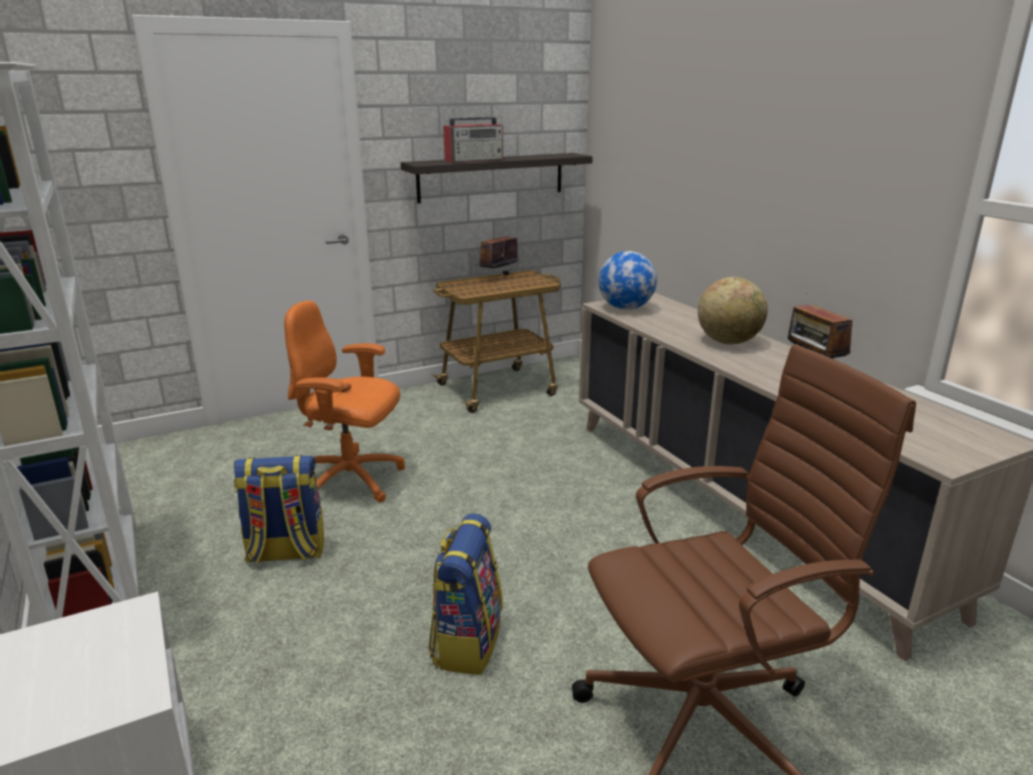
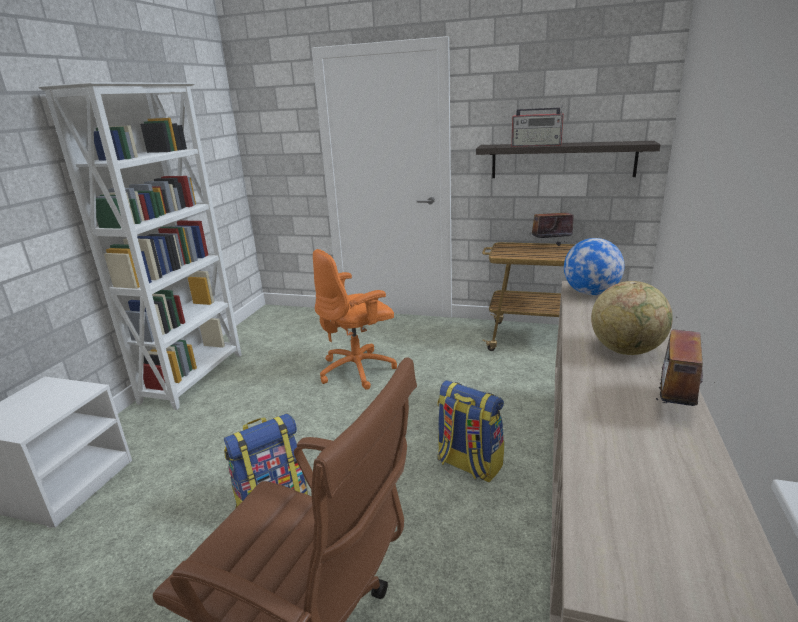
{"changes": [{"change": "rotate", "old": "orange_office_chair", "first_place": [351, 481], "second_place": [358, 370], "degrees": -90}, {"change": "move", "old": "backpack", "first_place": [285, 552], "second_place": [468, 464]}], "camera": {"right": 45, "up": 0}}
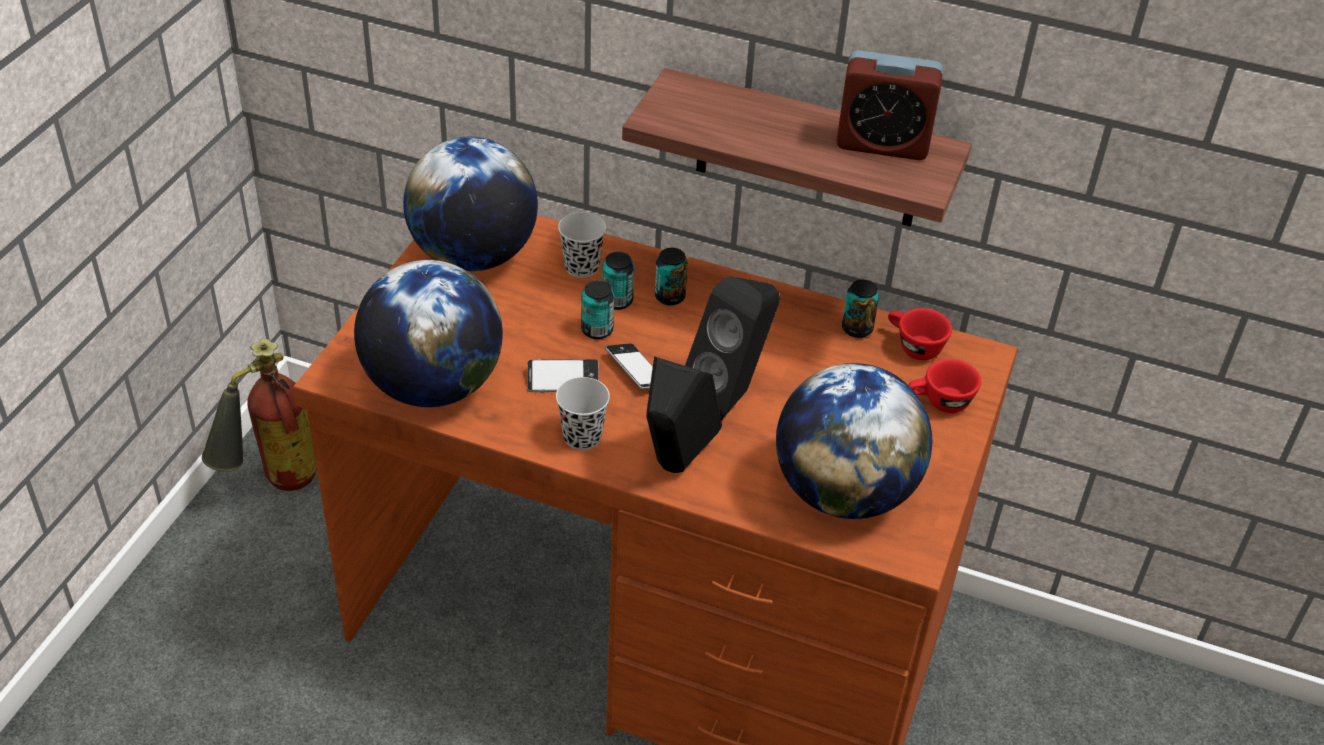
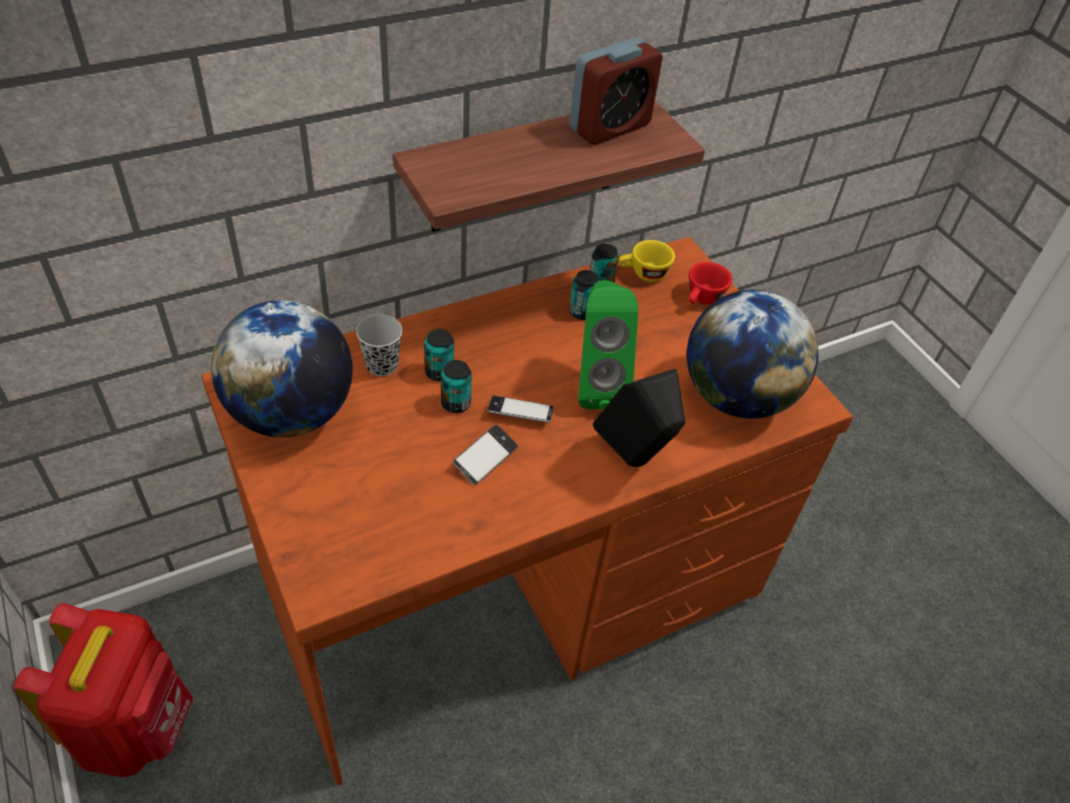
{"changes": [{"change": "move", "old": "can", "first_place": [670, 297], "second_place": [582, 312]}, {"change": "delete", "old": "globe", "first_place": [433, 386]}, {"change": "recolor", "old": "black_speaker", "new": "green_speaker", "first_place": [730, 397], "second_place": [596, 385]}, {"change": "recolor", "old": "red_cup", "new": "yellow_cup", "first_place": [913, 346], "second_place": [643, 274]}, {"change": "replace", "old": "fire_extinguisher", "new": "red_backpack", "first_place": [272, 485], "second_place": [135, 727]}, {"change": "delete", "old": "black_cup", "first_place": [582, 437]}], "camera": {"right": -50, "up": 5}}
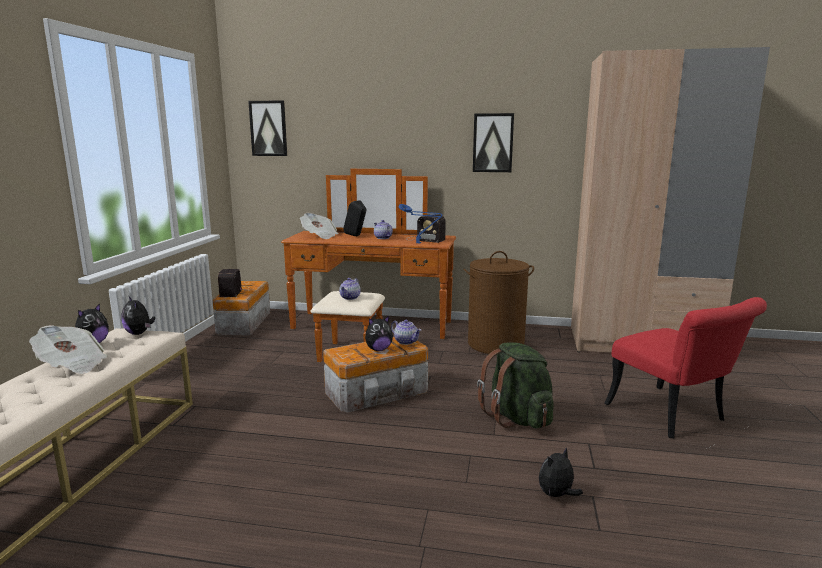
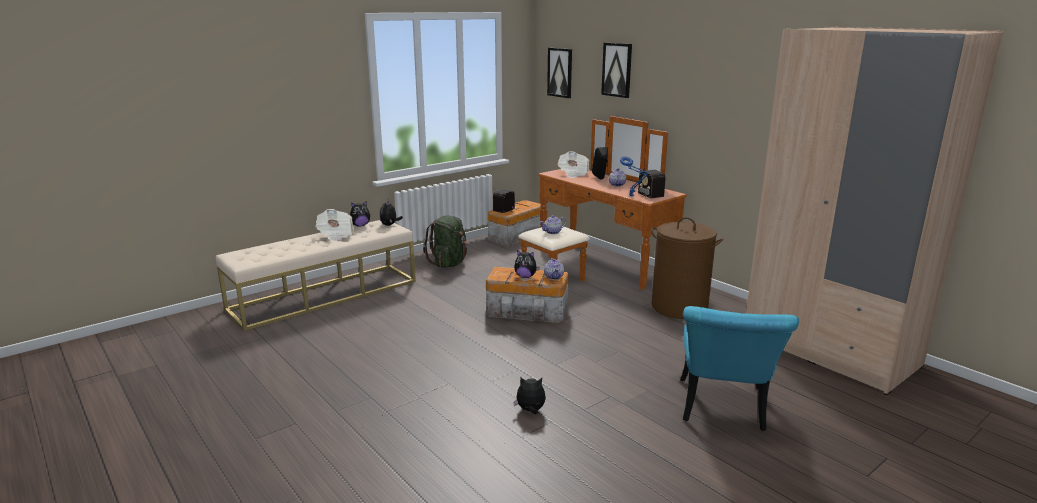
{"changes": [{"change": "move", "old": "picture", "first_place": [493, 143], "second_place": [617, 70]}, {"change": "recolor", "old": "red_chair", "new": "turquoise_chair", "first_place": [674, 417], "second_place": [722, 410]}, {"change": "move", "old": "green_backpack", "first_place": [517, 418], "second_place": [449, 263]}], "camera": {"right": 40, "up": 5}}
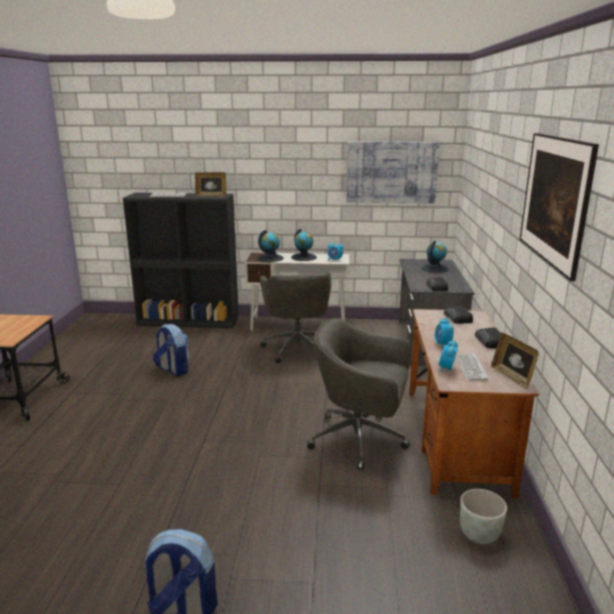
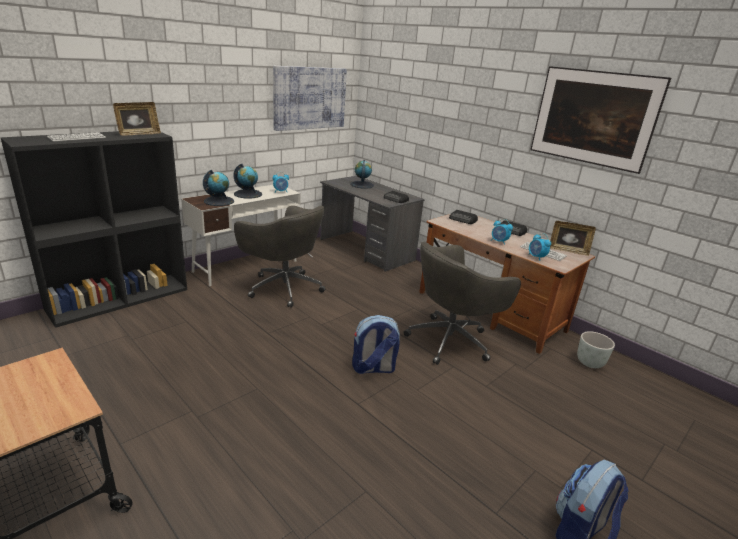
{"changes": [{"change": "move", "old": "backpack", "first_place": [173, 370], "second_place": [373, 368]}], "camera": {"right": -50, "up": 5}}
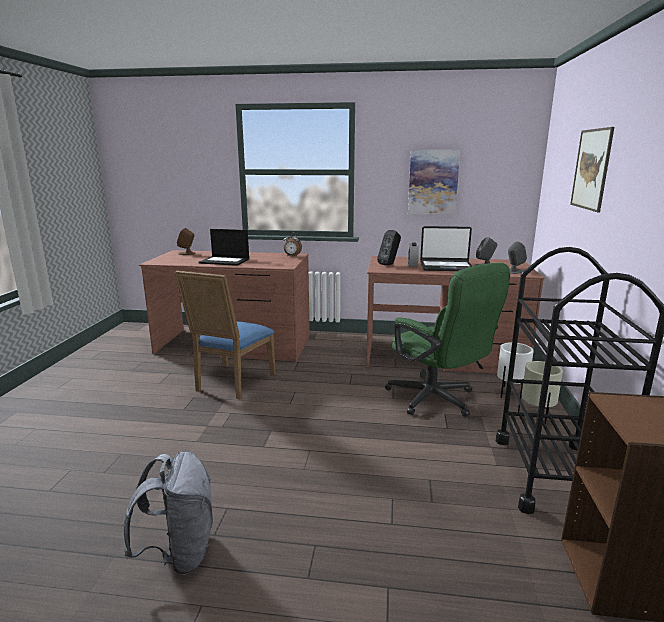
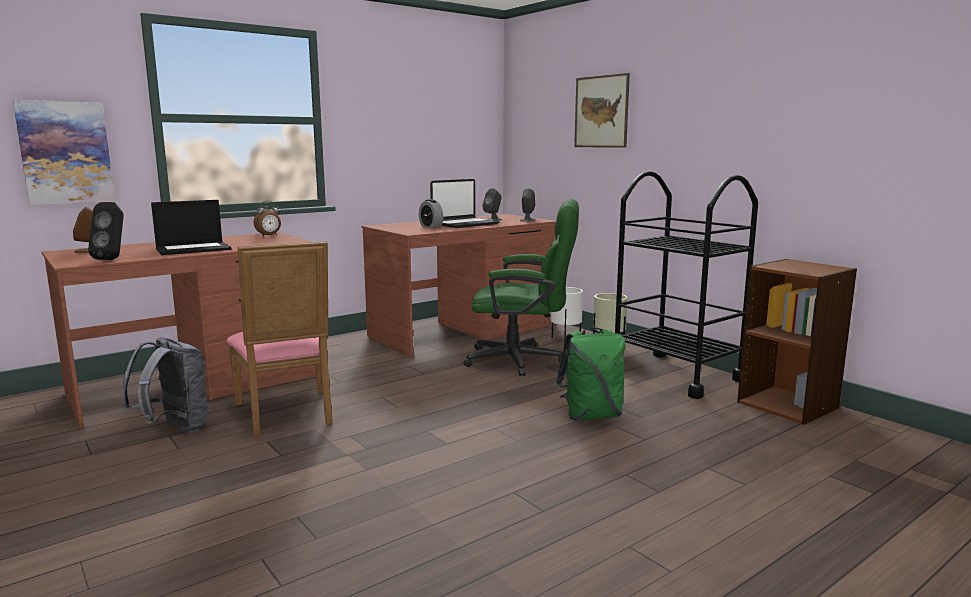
{"changes": [{"change": "move", "old": "picture", "first_place": [433, 182], "second_place": [65, 153]}, {"change": "move", "old": "black_speaker", "first_place": [389, 264], "second_place": [112, 259]}, {"change": "recolor", "old": "blue_chair", "new": "pink_chair", "first_place": [231, 383], "second_place": [287, 414]}, {"change": "move", "old": "grey_backpack", "first_place": [179, 553], "second_place": [175, 428]}, {"change": "insert", "new": "green_backpack", "second_place": [591, 415]}], "camera": {"right": -45, "up": -5}}
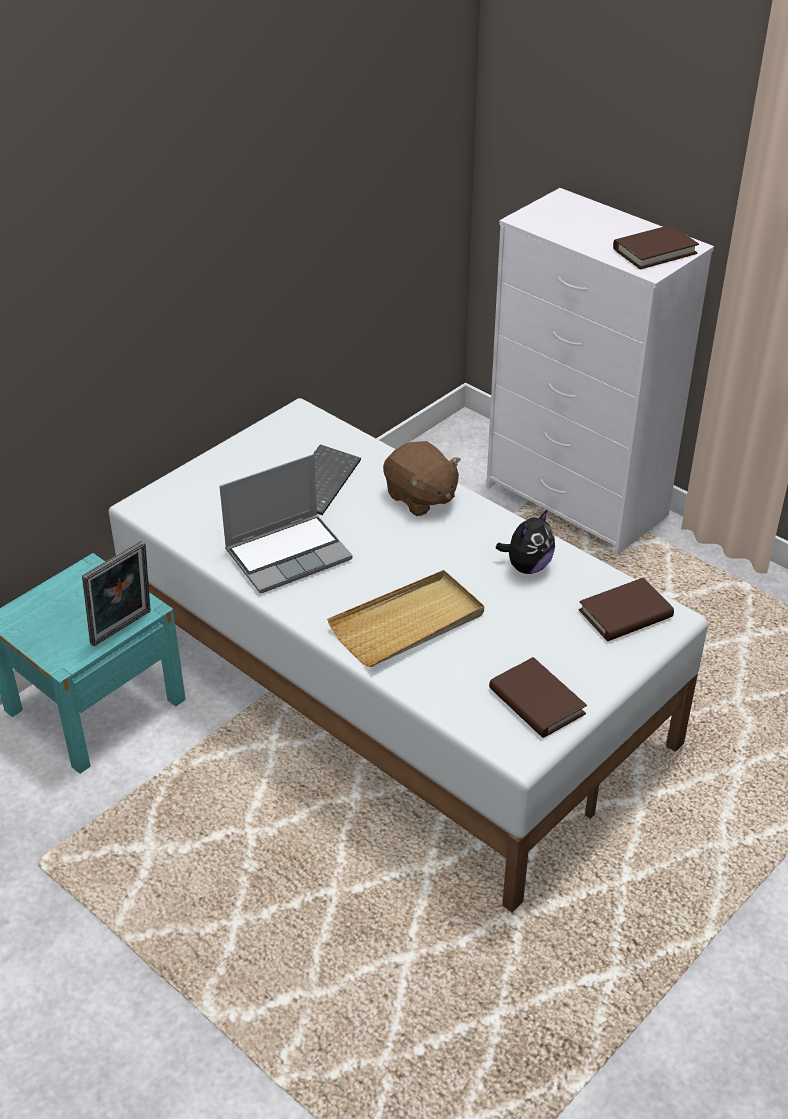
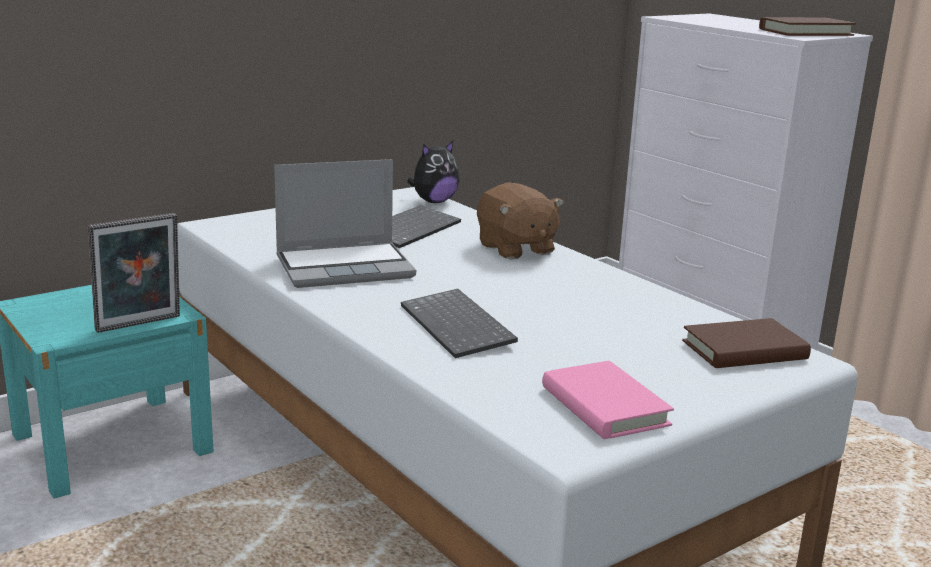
{"changes": [{"change": "move", "old": "plush_toy", "first_place": [527, 566], "second_place": [434, 201]}, {"change": "replace", "old": "beige_tray", "new": "keyboard", "first_place": [408, 623], "second_place": [459, 326]}, {"change": "recolor", "old": "brown_book", "new": "pink_book", "first_place": [536, 701], "second_place": [604, 406]}], "camera": {"right": 10, "up": -20}}
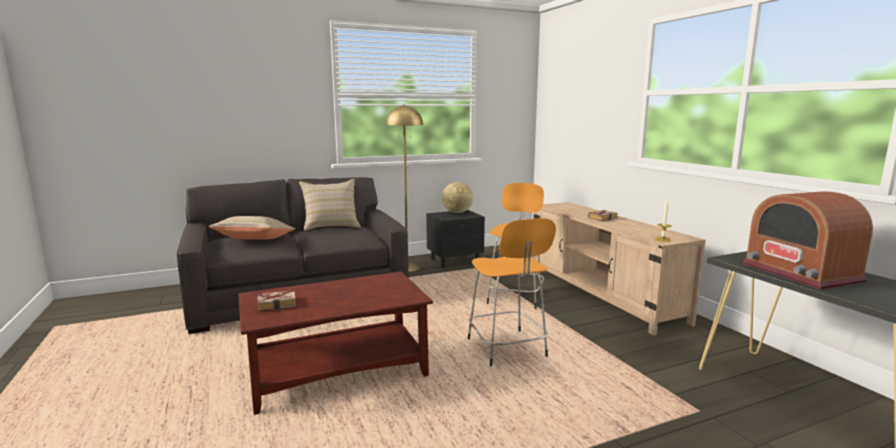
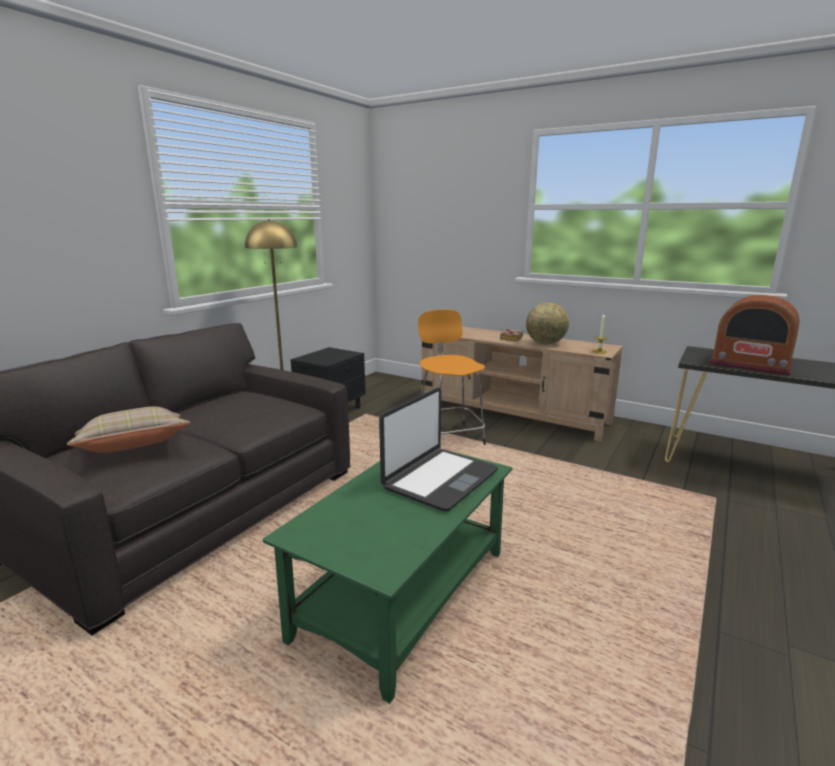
{"changes": [{"change": "delete", "old": "beige_pillow", "first_place": [331, 226]}, {"change": "move", "old": "globe", "first_place": [457, 212], "second_place": [545, 343]}, {"change": "delete", "old": "orange_stool", "first_place": [507, 349]}, {"change": "recolor", "old": "brown_coffee_table", "new": "green_coffee_table", "first_place": [339, 372], "second_place": [404, 592]}, {"change": "delete", "old": "book", "first_place": [278, 304]}, {"change": "insert", "new": "laptop", "second_place": [439, 479]}], "camera": {"right": -35, "up": 5}}
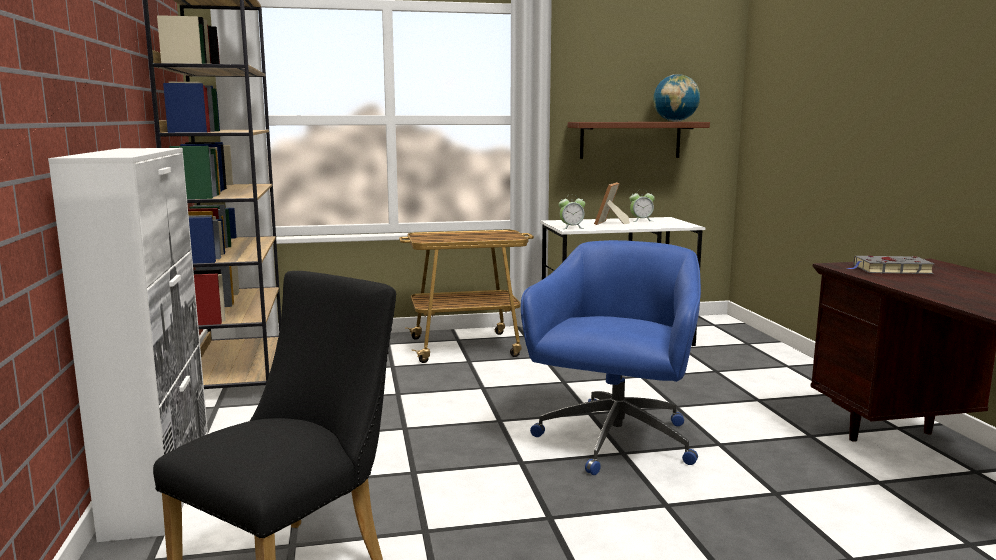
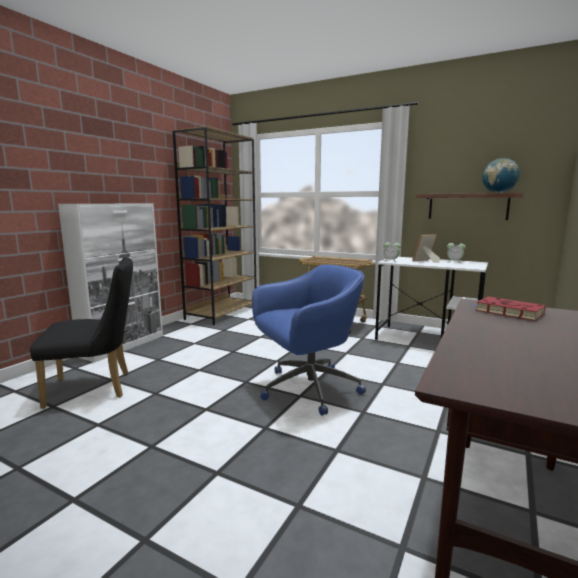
{"changes": [{"change": "recolor", "old": "grey_book", "new": "red_book", "first_place": [890, 270], "second_place": [507, 312]}], "camera": {"right": 40, "up": 0}}
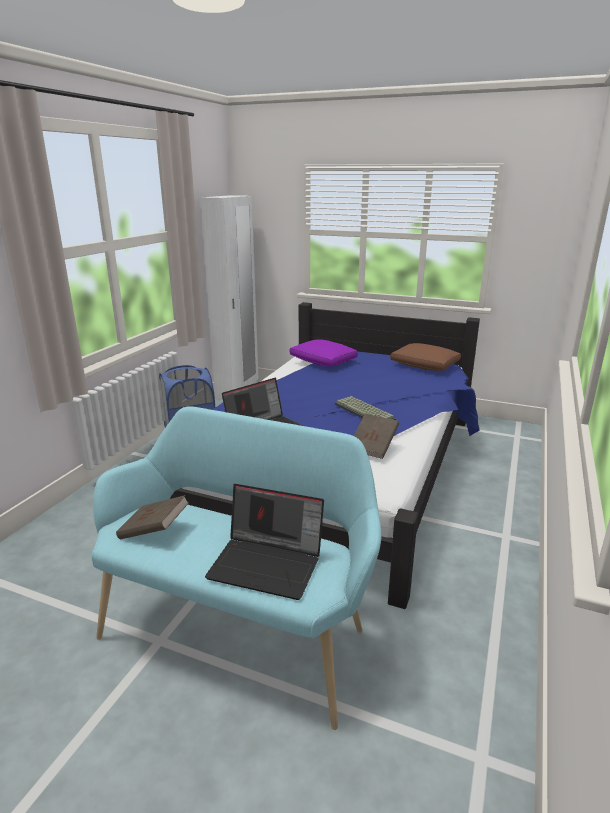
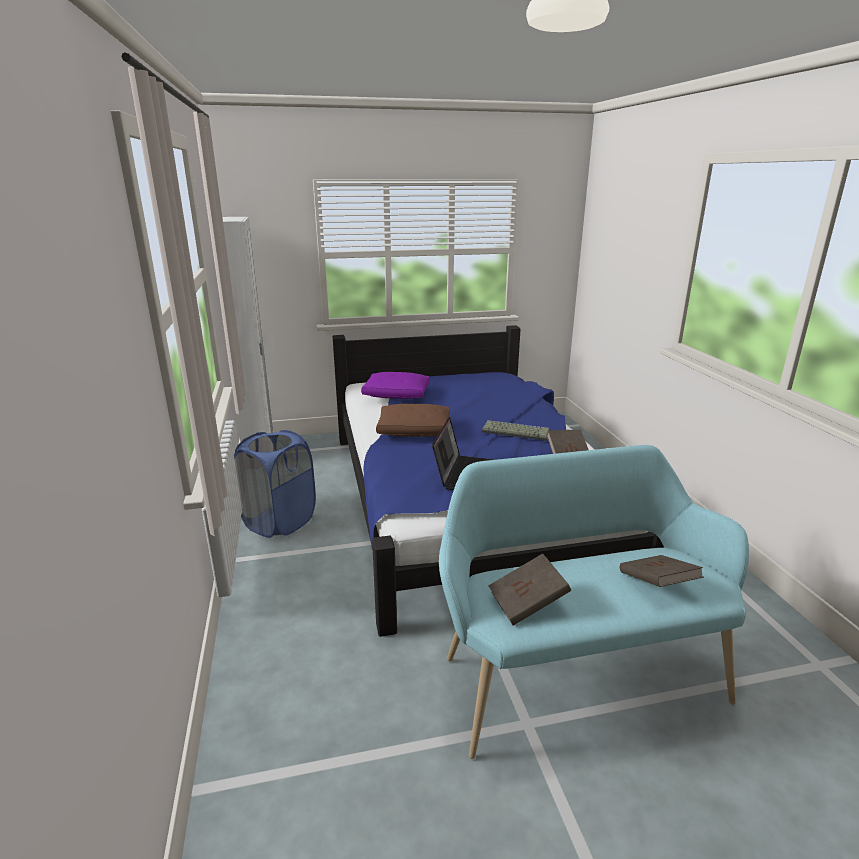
{"changes": [{"change": "move", "old": "brown_pillow", "first_place": [425, 366], "second_place": [415, 431]}, {"change": "replace", "old": "laptop", "new": "brown_book", "first_place": [268, 564], "second_place": [657, 584]}], "camera": {"right": -35, "up": 0}}
